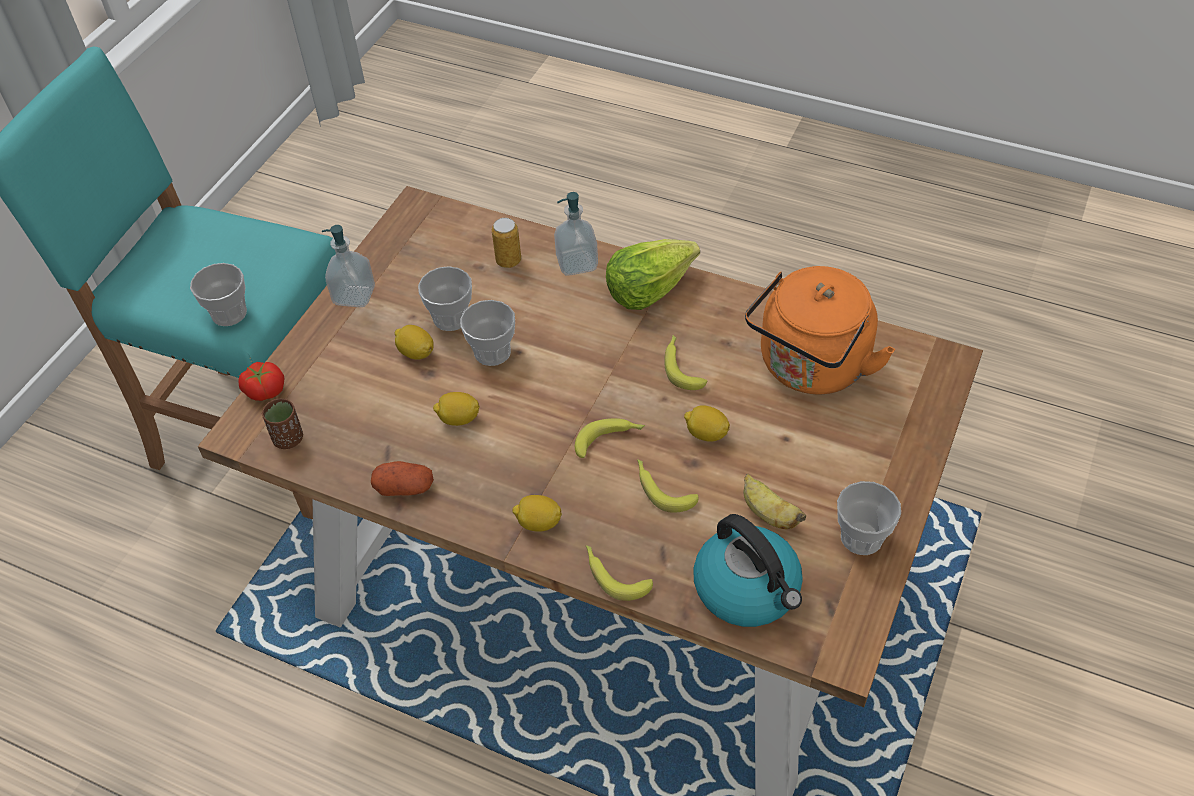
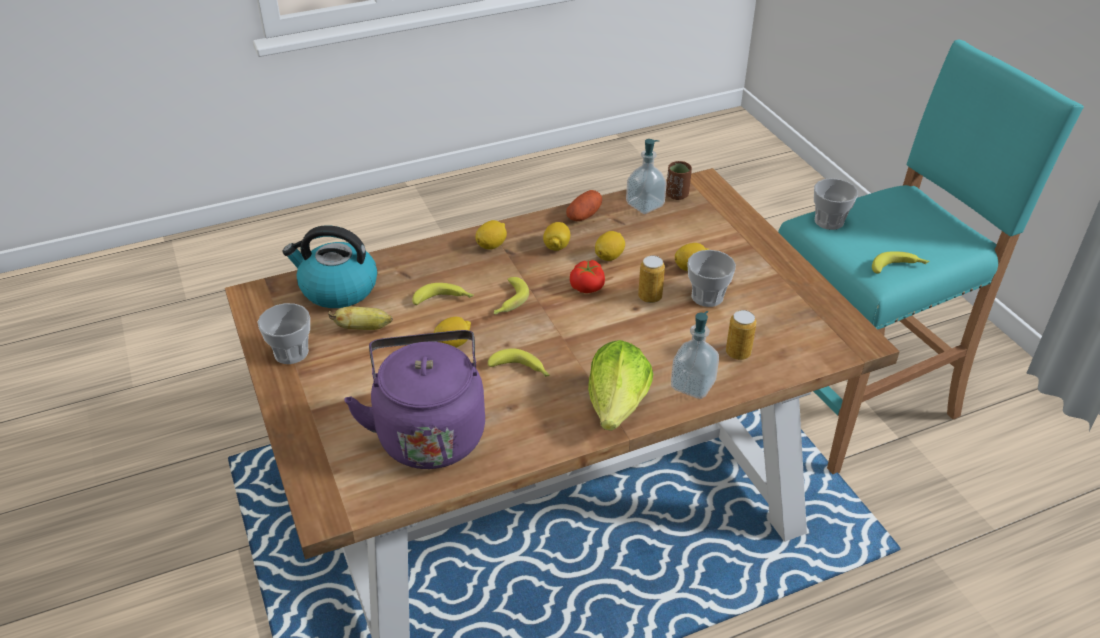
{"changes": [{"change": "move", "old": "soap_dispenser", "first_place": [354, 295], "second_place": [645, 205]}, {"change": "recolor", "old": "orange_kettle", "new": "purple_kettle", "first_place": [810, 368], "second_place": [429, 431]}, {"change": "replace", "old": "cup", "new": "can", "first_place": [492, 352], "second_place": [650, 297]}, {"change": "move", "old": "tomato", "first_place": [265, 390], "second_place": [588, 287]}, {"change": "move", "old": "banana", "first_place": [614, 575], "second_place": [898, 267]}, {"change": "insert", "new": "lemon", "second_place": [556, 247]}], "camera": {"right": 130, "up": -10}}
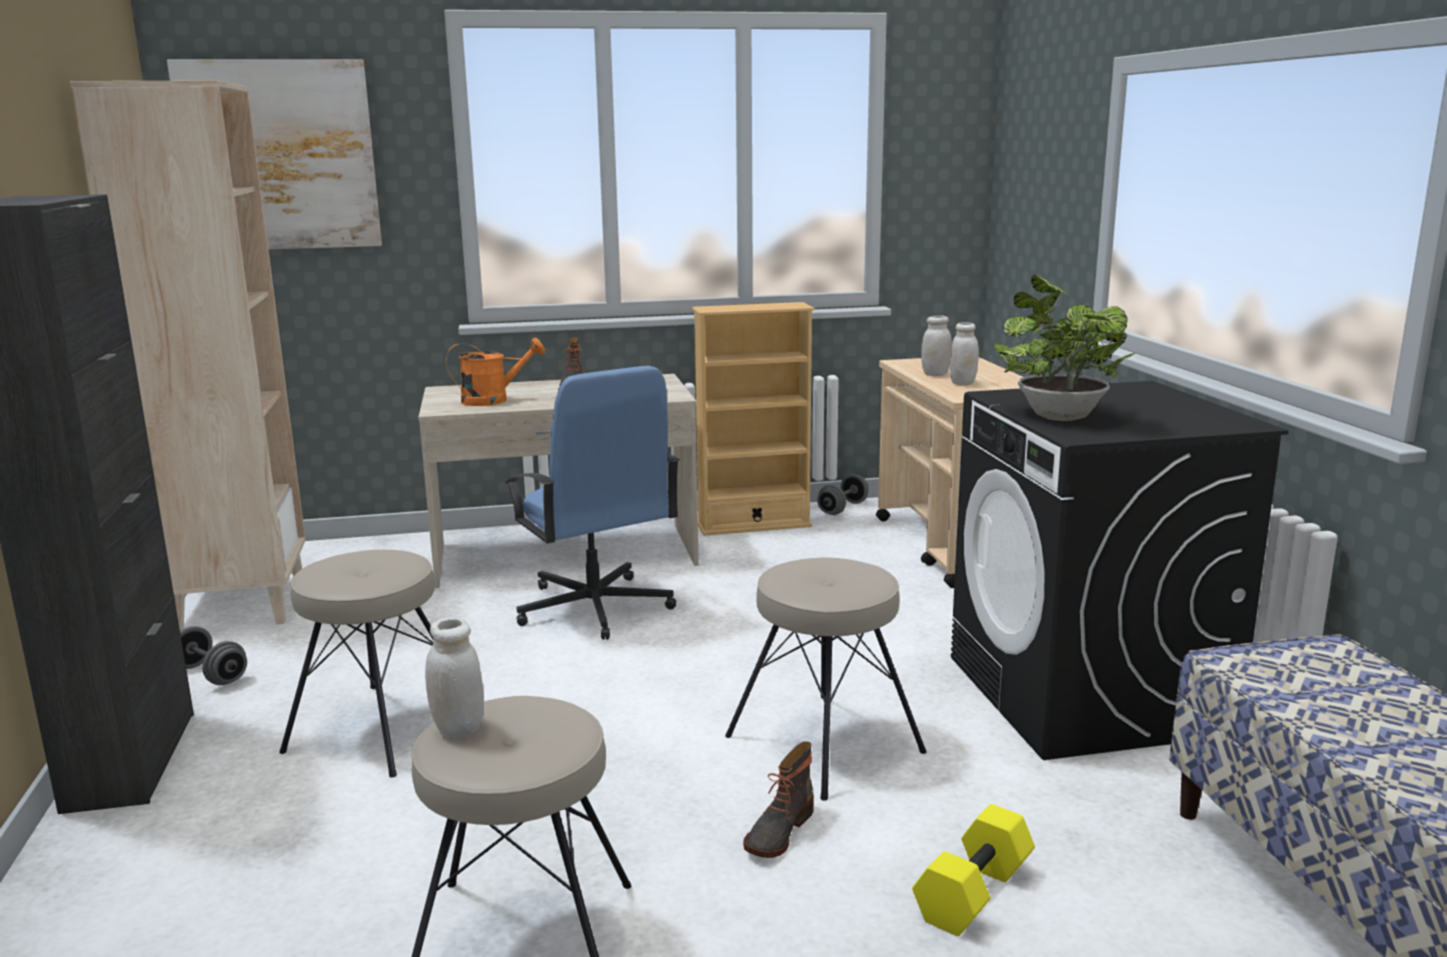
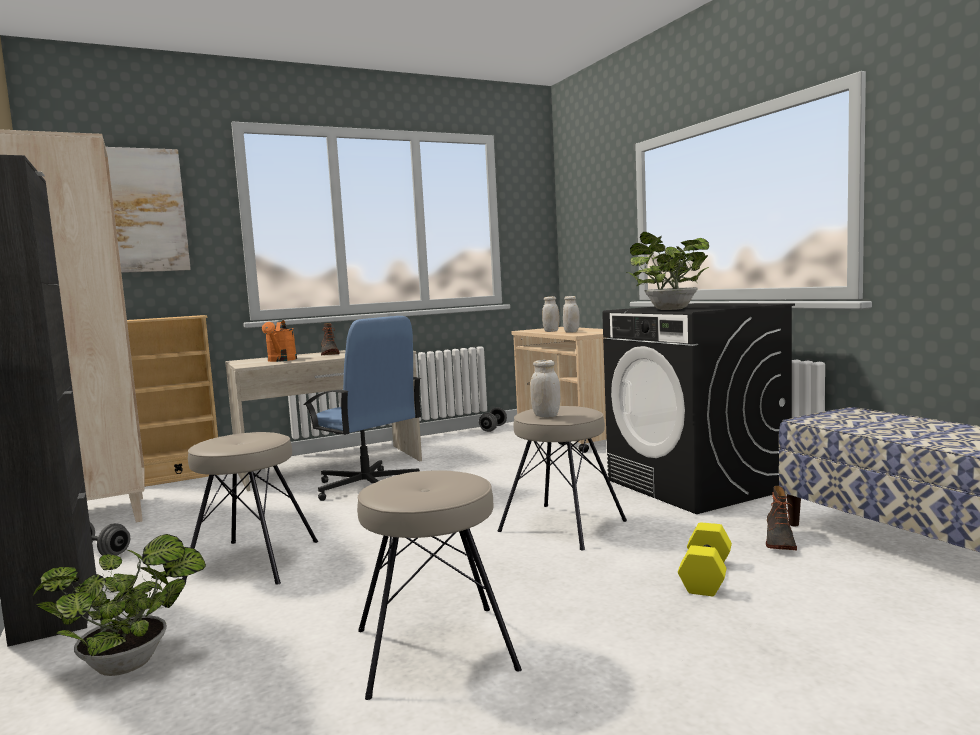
{"changes": [{"change": "move", "old": "beige_bookcase", "first_place": [753, 525], "second_place": [179, 477]}, {"change": "rotate", "old": "orange_watering_can", "first_place": [493, 400], "second_place": [281, 360], "degrees": 120}, {"change": "move", "old": "white_jar", "first_place": [458, 729], "second_place": [546, 416]}, {"change": "move", "old": "boot", "first_place": [778, 832], "second_place": [778, 541]}, {"change": "insert", "new": "potted_plant", "second_place": [132, 664]}], "camera": {"right": -15, "up": -10}}
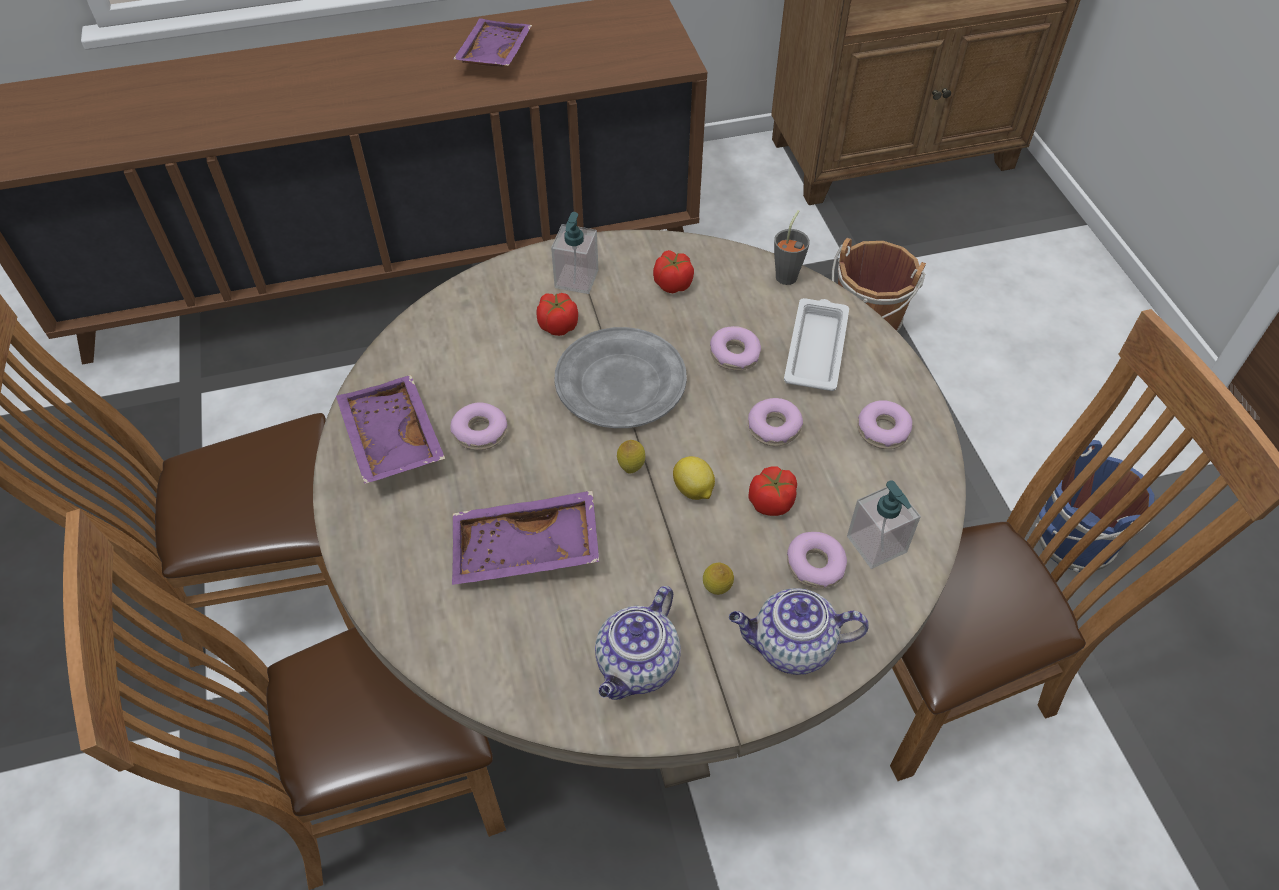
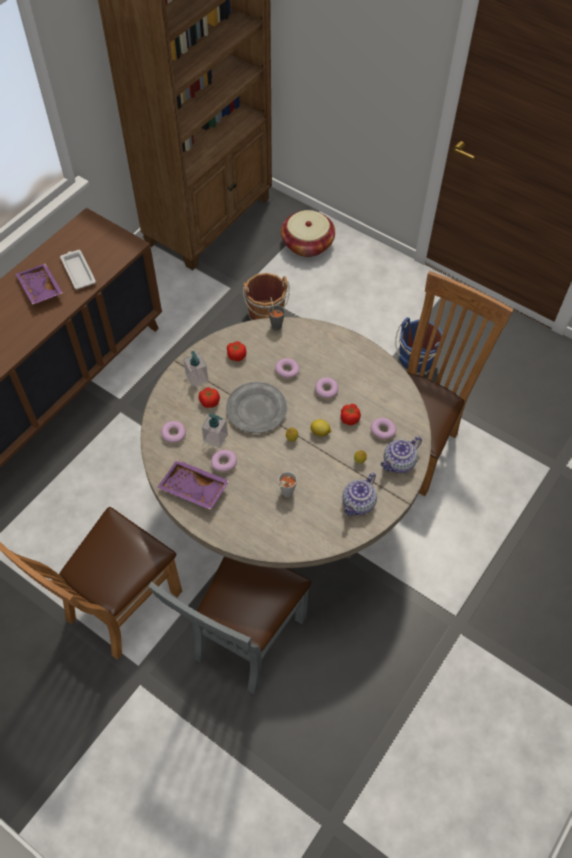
{"changes": [{"change": "move", "old": "white_tray", "first_place": [816, 348], "second_place": [78, 271]}, {"change": "move", "old": "donut", "first_place": [883, 430], "second_place": [174, 434]}, {"change": "move", "old": "soap_dispenser", "first_place": [876, 544], "second_place": [216, 438]}, {"change": "replace", "old": "purple_tray", "new": "grey_cup", "first_place": [526, 551], "second_place": [285, 494]}, {"change": "recolor", "old": "brown_chair", "new": "grey_chair", "first_place": [376, 789], "second_place": [244, 642]}, {"change": "rotate", "old": "teapot", "first_place": [637, 666], "second_place": [358, 504], "degrees": 45}, {"change": "insert", "new": "basket", "second_place": [307, 244]}], "camera": {"right": -40, "up": 5}}
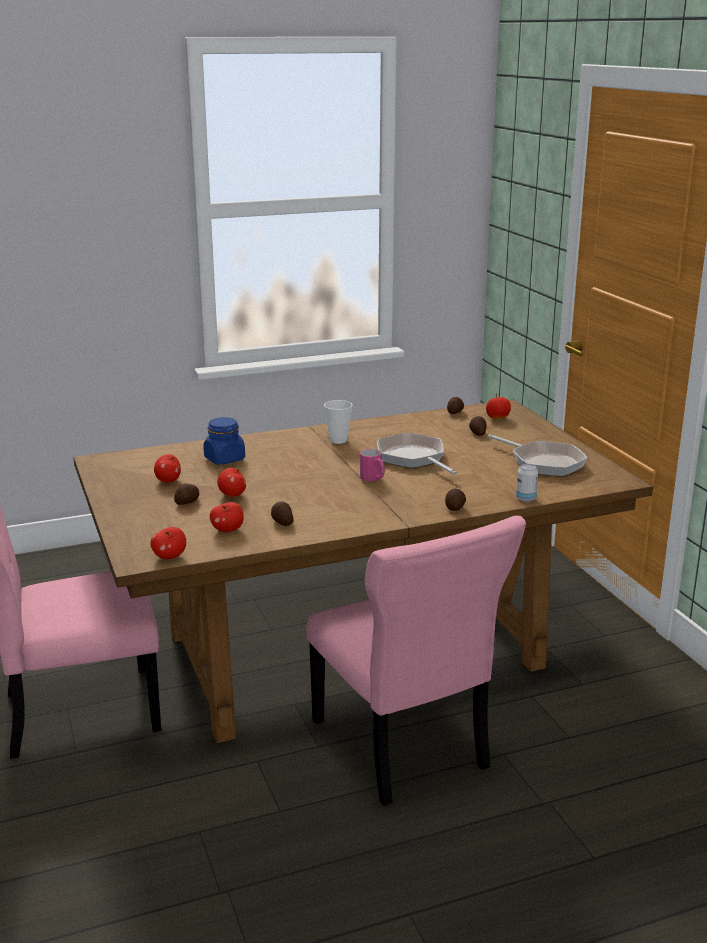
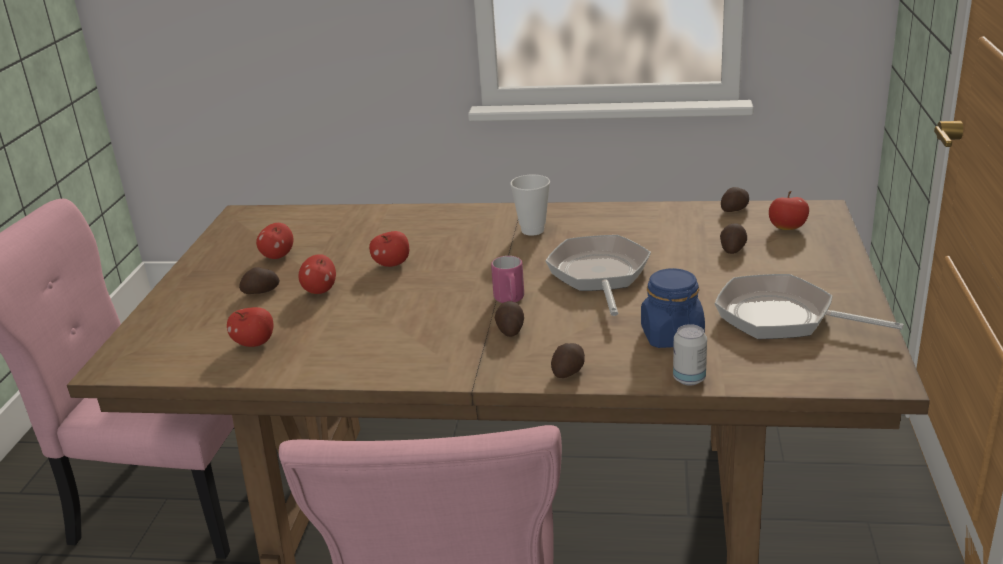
{"changes": [{"change": "move", "old": "blue_jar", "first_place": [224, 459], "second_place": [671, 335]}, {"change": "rotate", "old": "frying_pan", "first_place": [543, 462], "second_place": [782, 317], "degrees": 135}, {"change": "move", "old": "potato", "first_place": [282, 522], "second_place": [510, 329]}, {"change": "move", "old": "apple", "first_place": [169, 557], "second_place": [392, 264]}], "camera": {"right": 30, "up": 5}}
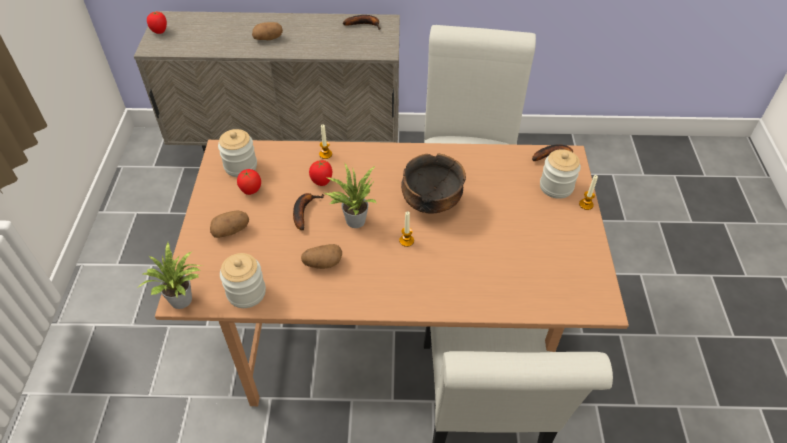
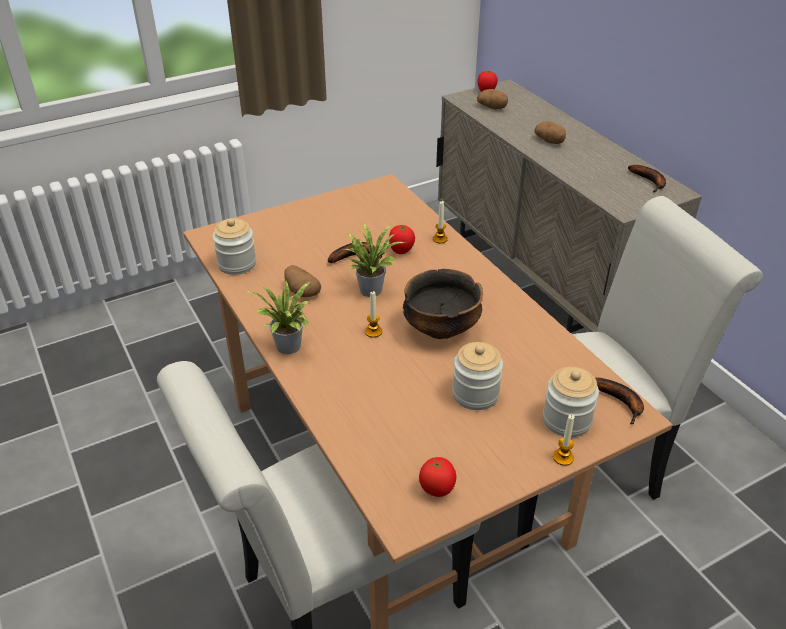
{"changes": [{"change": "move", "old": "jar", "first_place": [240, 166], "second_place": [475, 394]}, {"change": "move", "old": "tomato", "first_place": [251, 191], "second_place": [437, 490]}, {"change": "move", "old": "potato", "first_place": [231, 230], "second_place": [492, 107]}, {"change": "move", "old": "potted_plant", "first_place": [183, 301], "second_place": [288, 348]}], "camera": {"right": 60, "up": -10}}
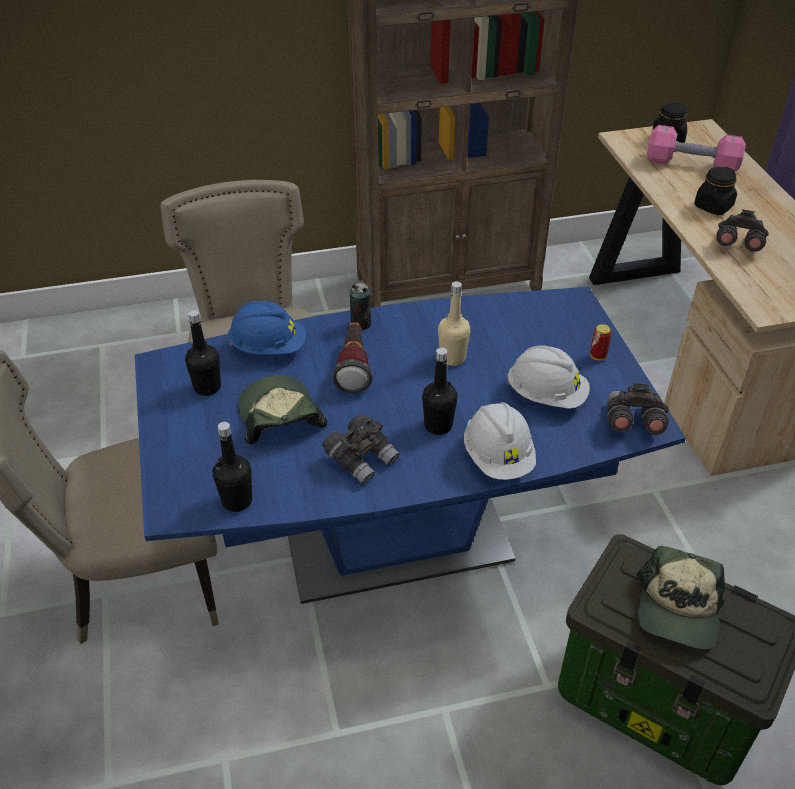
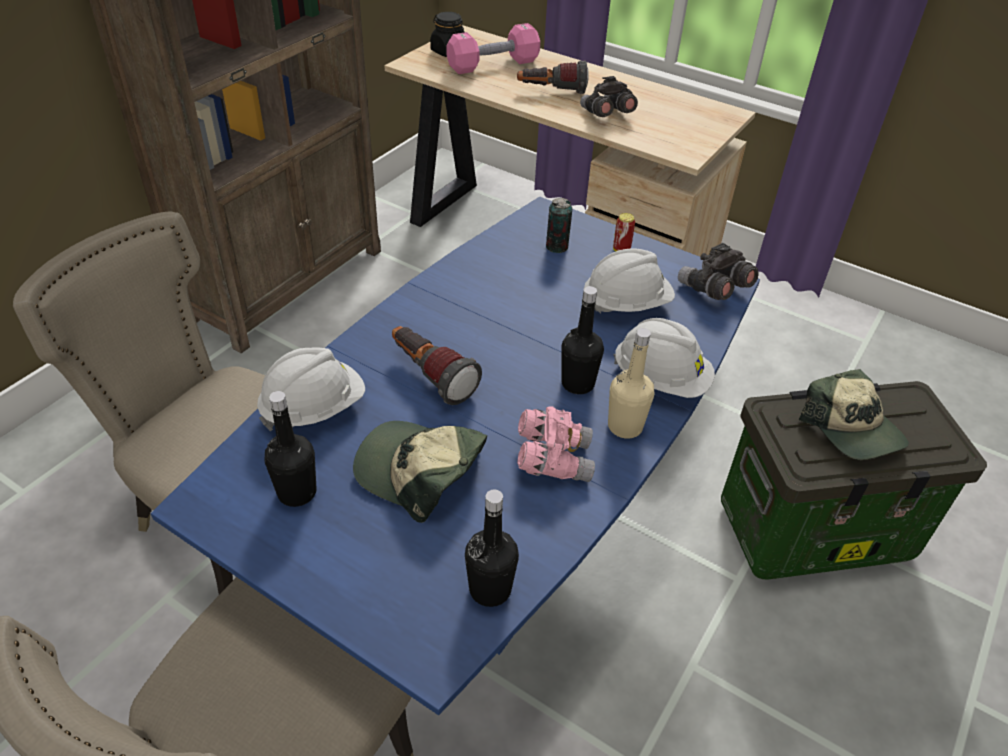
{"changes": [{"change": "replace", "old": "black_jar", "new": "flashlight", "first_place": [713, 207], "second_place": [551, 92]}, {"change": "move", "old": "beige_bottle", "first_place": [452, 358], "second_place": [625, 426]}, {"change": "move", "old": "can", "first_place": [360, 324], "second_place": [557, 247]}, {"change": "recolor", "old": "blue_hard_hat", "new": "white_hard_hat", "first_place": [268, 347], "second_place": [314, 408]}, {"change": "recolor", "old": "grey_binoculars", "new": "pink_binoculars", "first_place": [361, 459], "second_place": [553, 459]}], "camera": {"right": -45, "up": 0}}
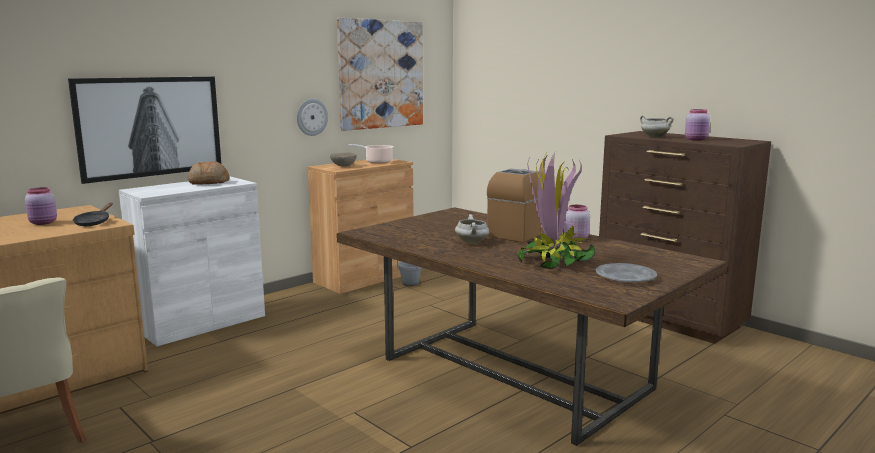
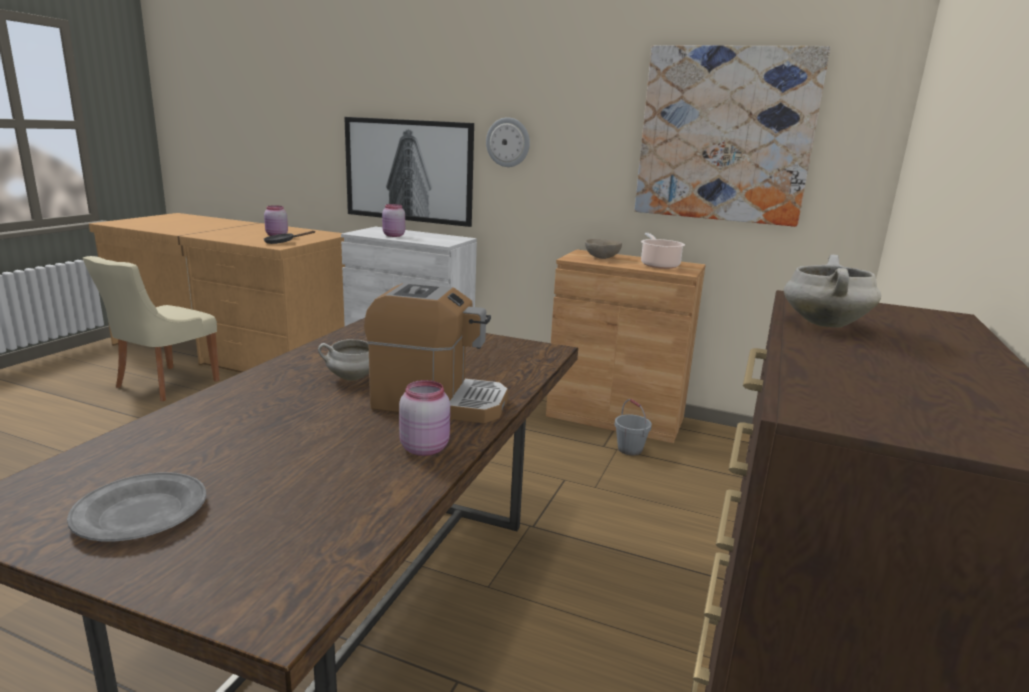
{"changes": [{"change": "move", "old": "wall_clock", "first_place": [311, 117], "second_place": [508, 142]}, {"change": "move", "old": "pink_jar", "first_place": [696, 139], "second_place": [393, 235]}, {"change": "delete", "old": "potted_plant", "first_place": [553, 261]}, {"change": "delete", "old": "bread", "first_place": [208, 182]}], "camera": {"right": 65, "up": 5}}
